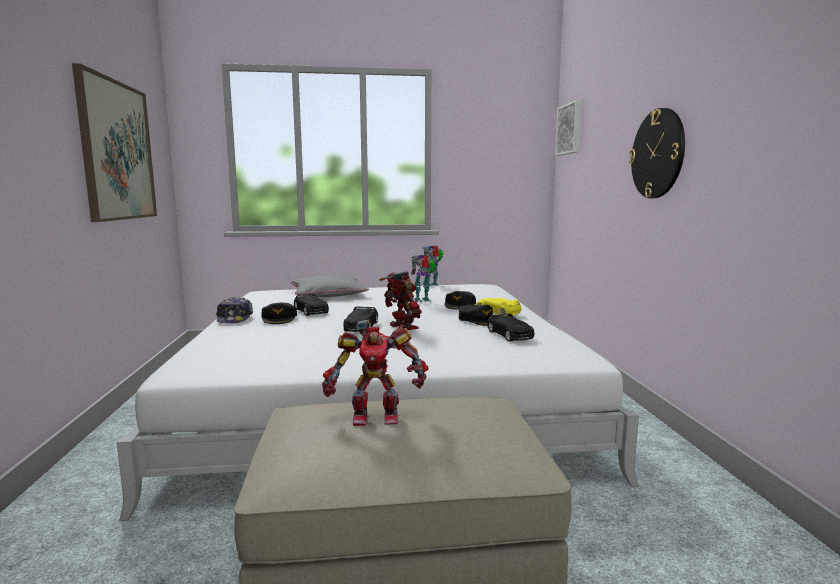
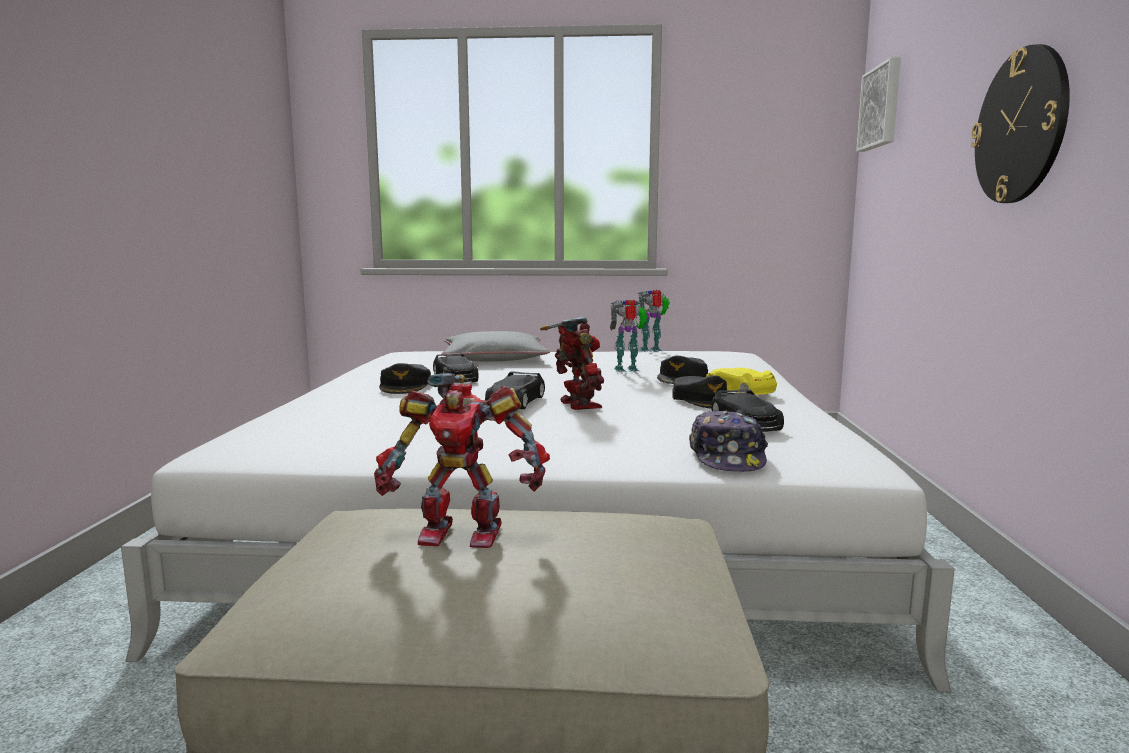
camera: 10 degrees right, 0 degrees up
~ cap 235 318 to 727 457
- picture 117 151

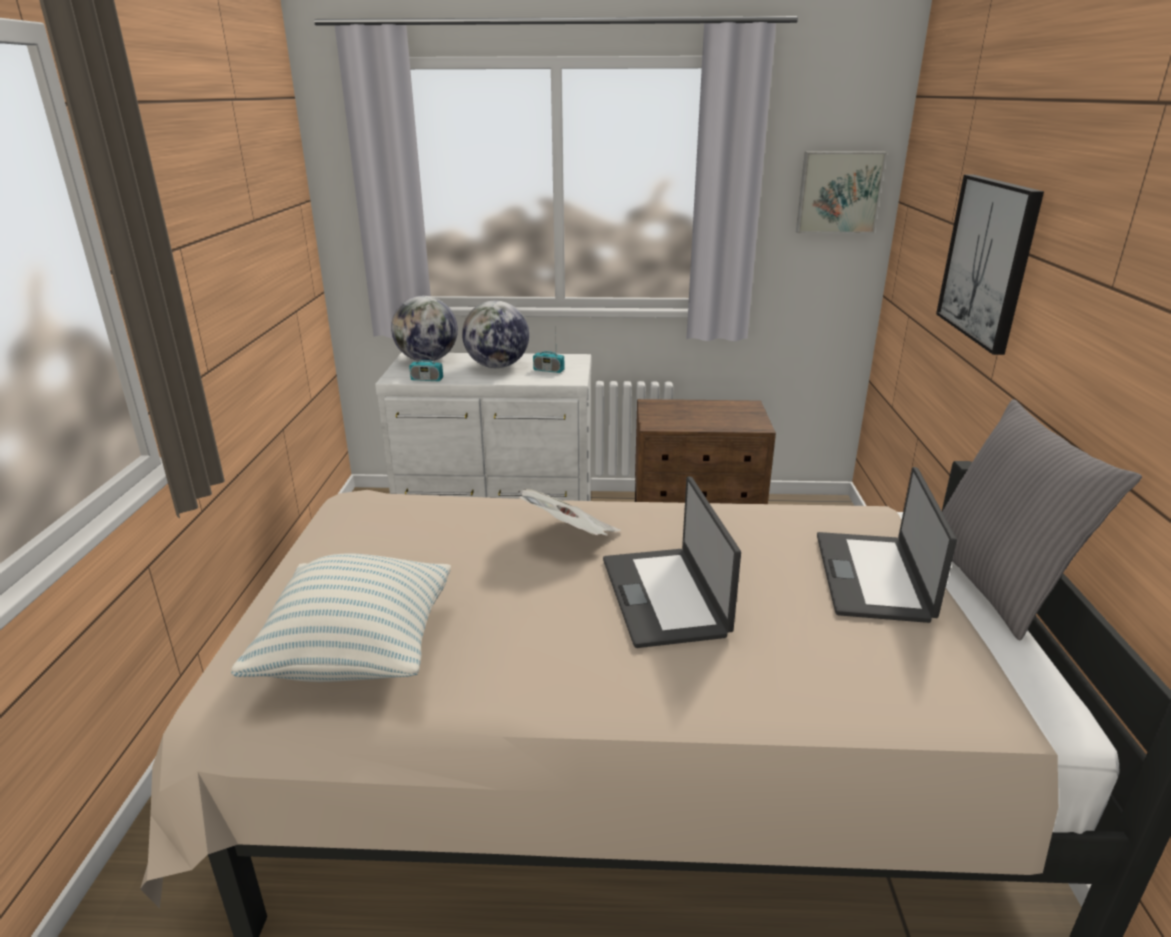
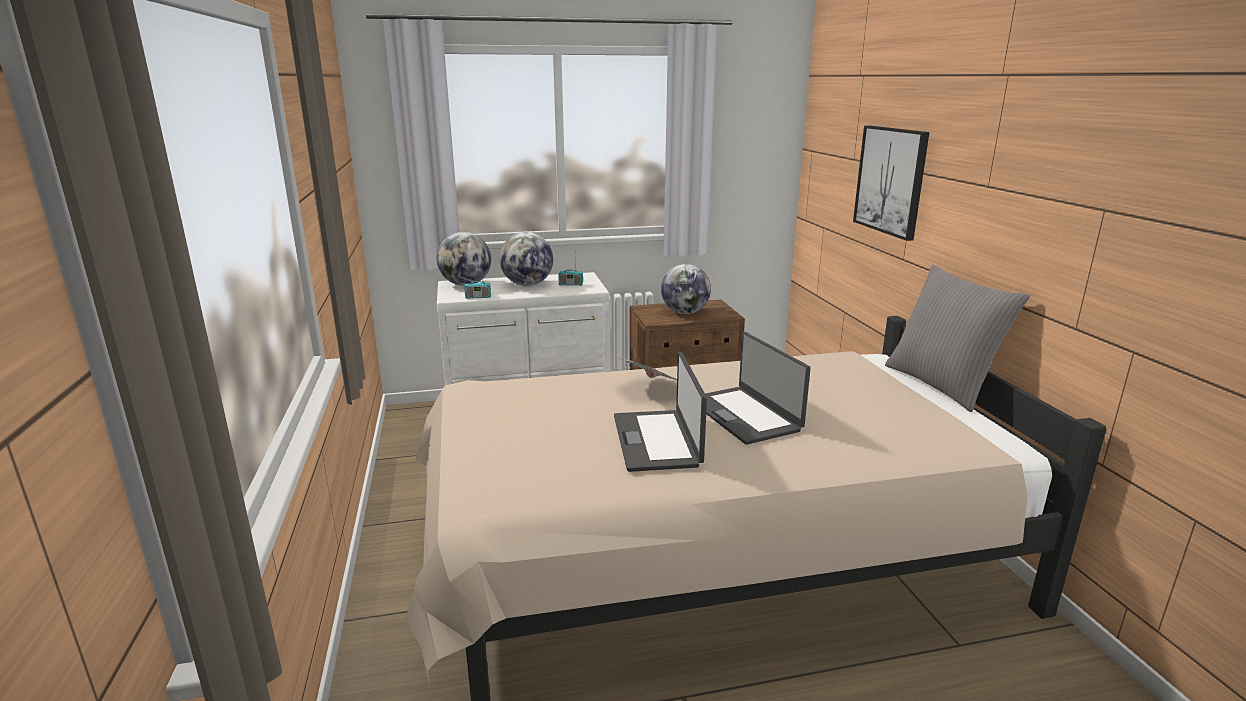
camera: 15 degrees left, 5 degrees down
~ laptop 874 576 to 657 440
+ globe 685 312
- pillow 358 654
- picture 838 192

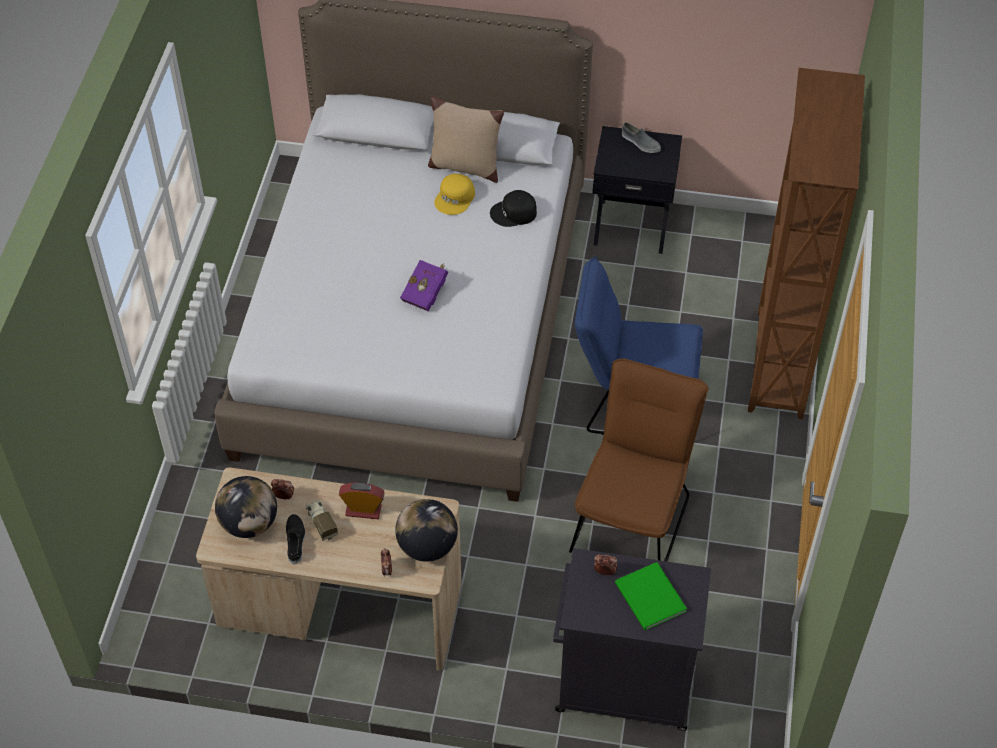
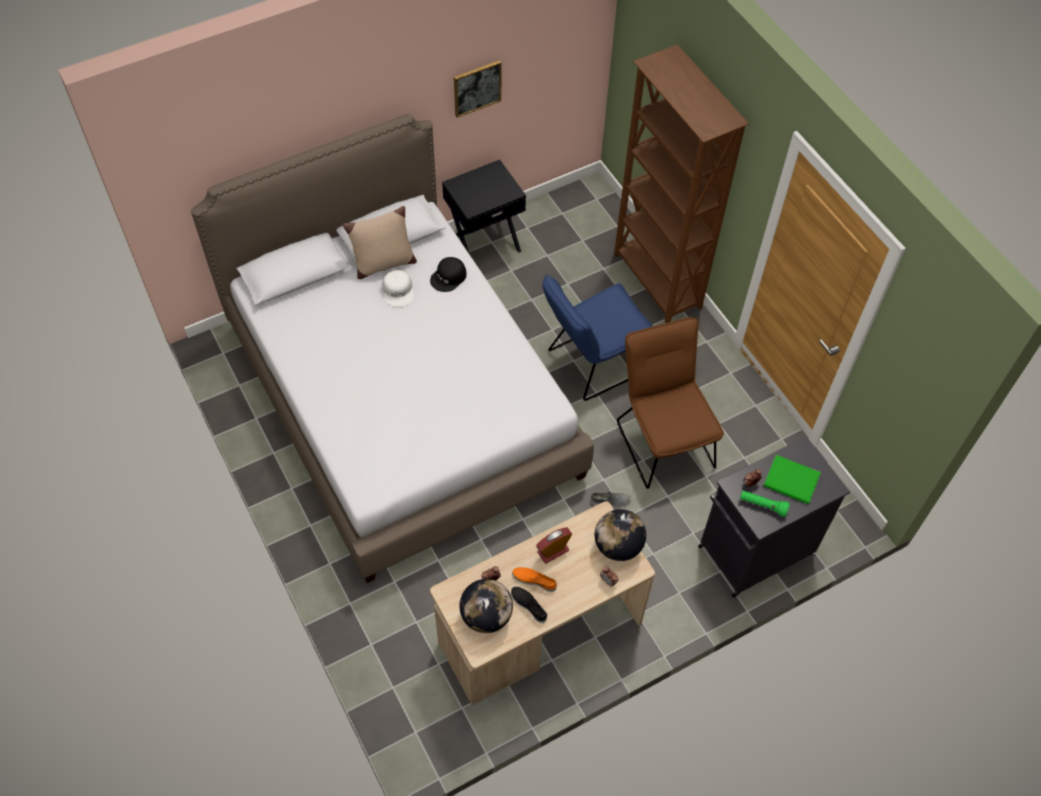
camera: 40 degrees left, 5 degrees up
~ cap (yellow) 455 198 to cap (white) 398 290
+ picture 477 88
~ toy truck 321 523 to shoe (orange) 534 580
~ shoe (grey) 640 142 to 610 501
+ flashlight (green) 763 505
- book (purple) 426 292

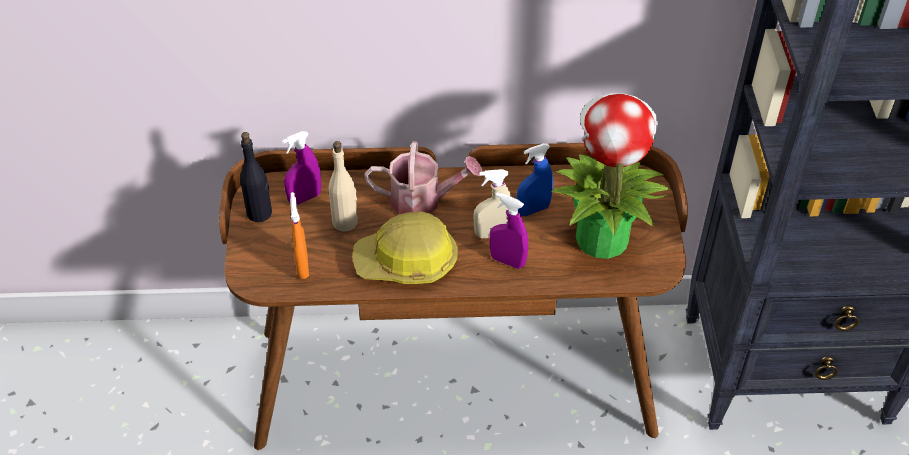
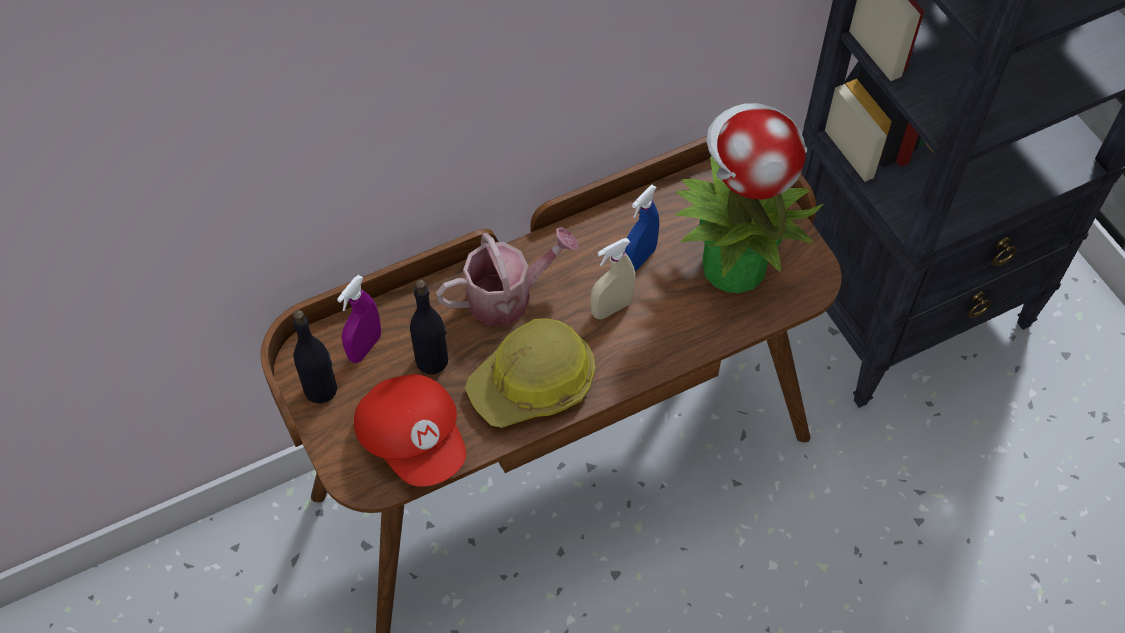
camera: 25 degrees left, 10 degrees up
~ spray bottle (orange) 302 266 to cap (red) 415 439
~ bottle (beige) 345 222 to bottle (black) 432 360
- spray bottle (purple) 507 261

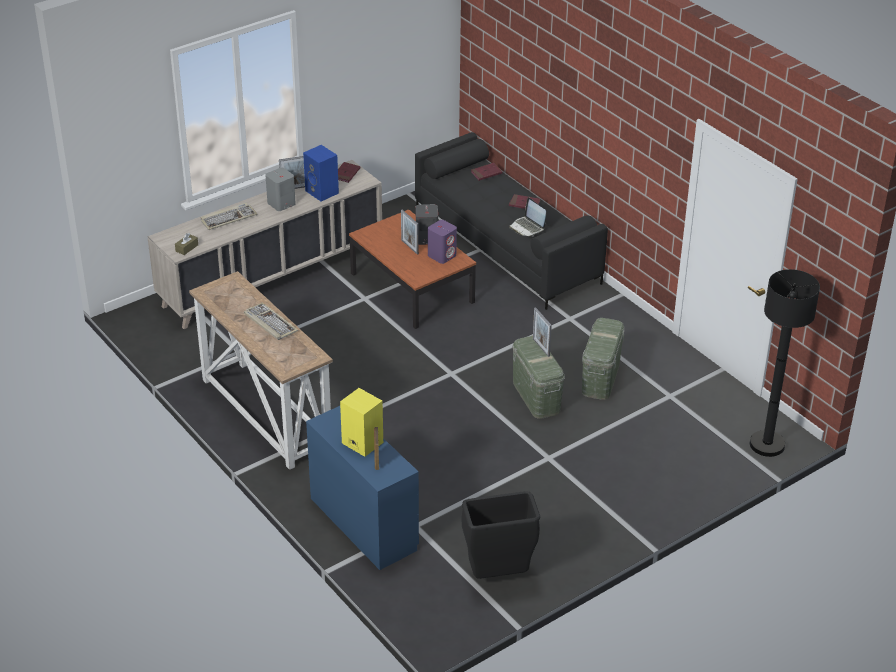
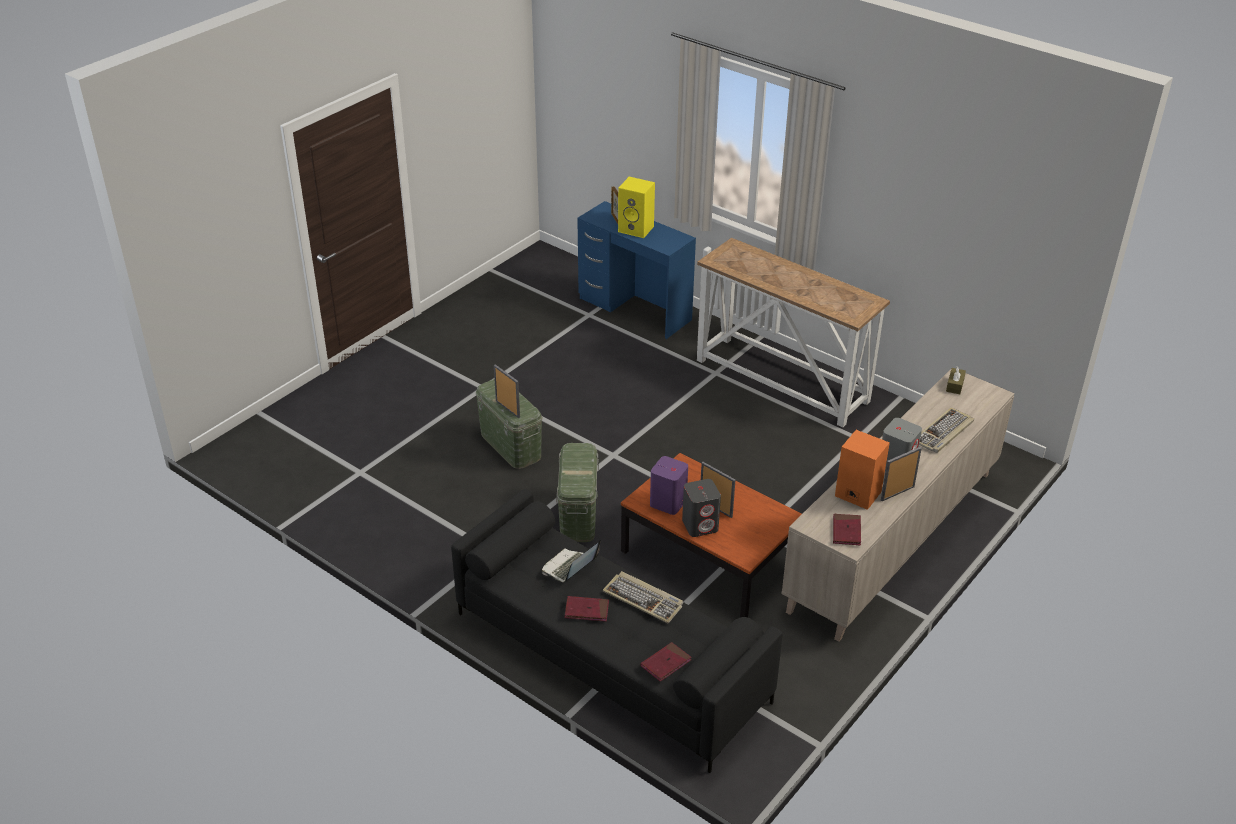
camera: 165 degrees right, 0 degrees up
~ laptop 527 227 = 569 567 90 degrees counterclockwise
~ storage box (green) 600 378 to 578 515
~ keyboard 269 323 to 644 599
~ speaker (blue) 323 192 to speaker (orange) 856 494
- trash can (black) 498 576
- floor lamp (black) 767 444

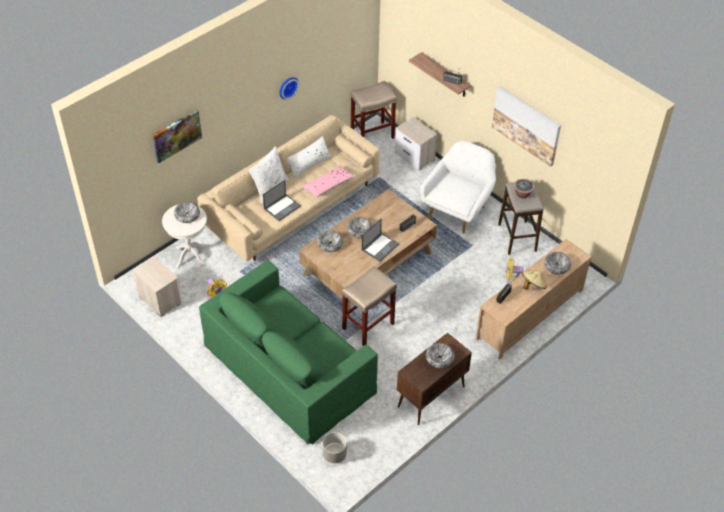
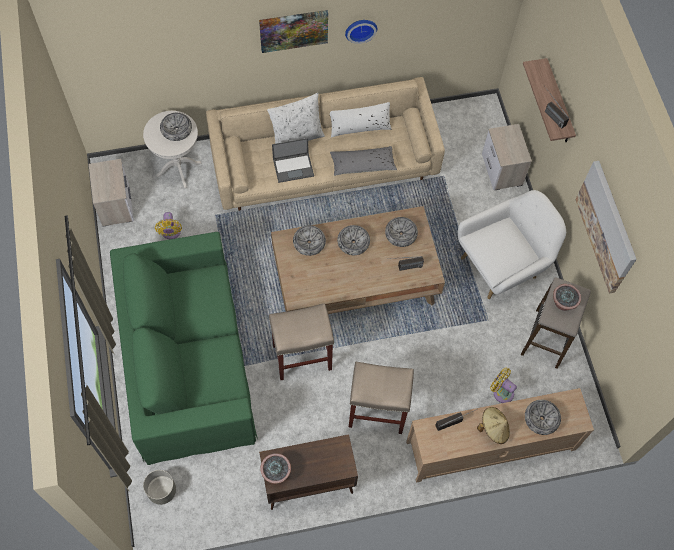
camera: 30 degrees right, 15 degrees up
~ picture 176 135 to 293 30
+ potted plant 276 472
~ pillow (pink) 328 185 to pillow (grey) 362 165
~ stool (beige) 372 135 to 376 411
~ bowl 439 358 to 400 234
- laptop 380 247

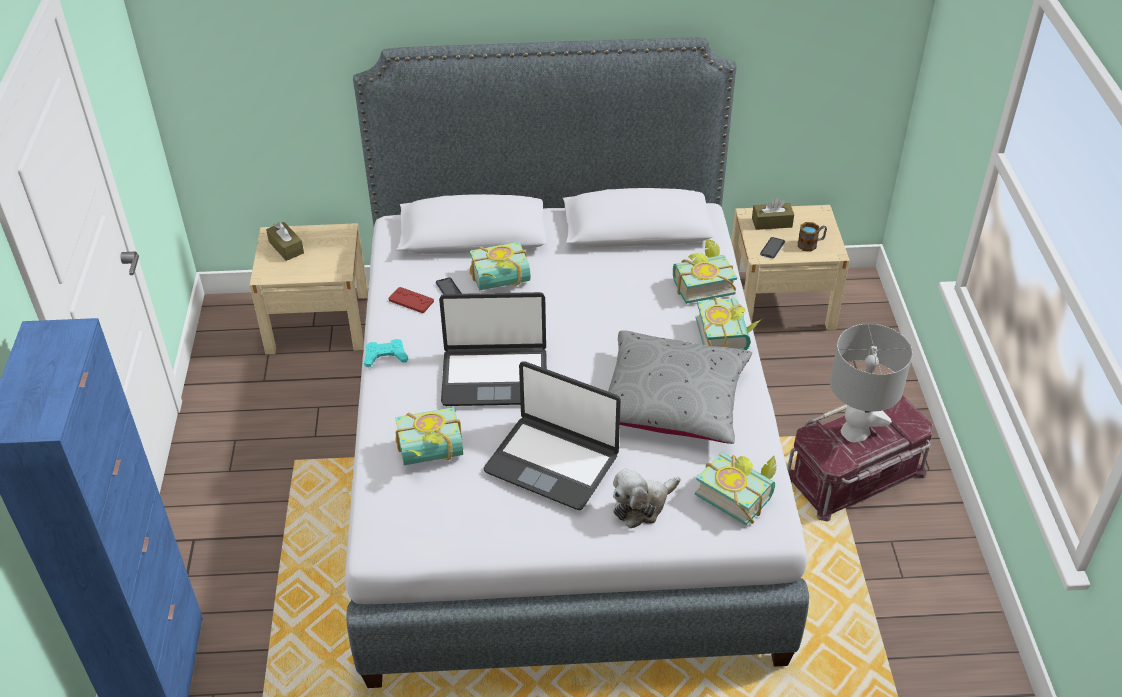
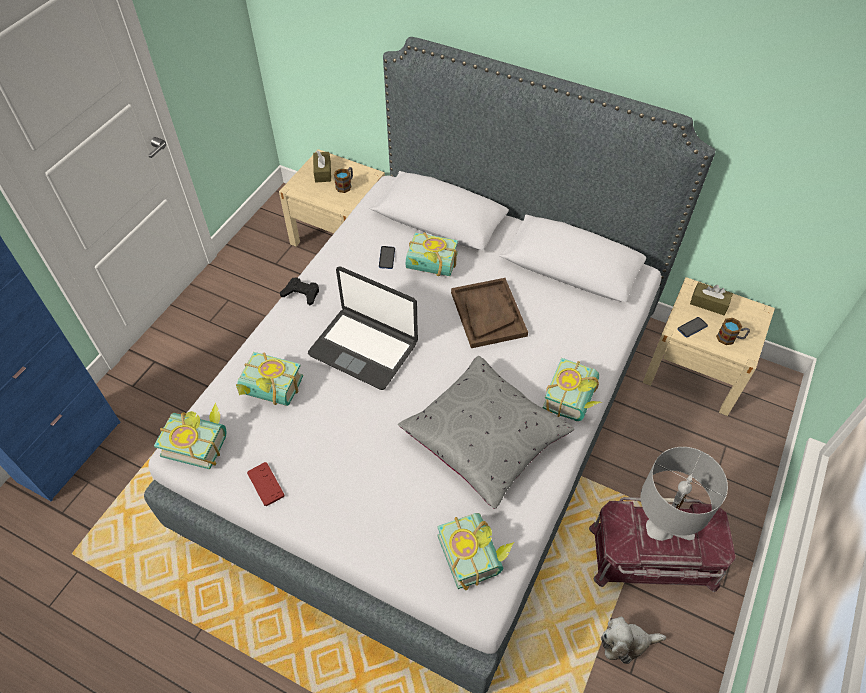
camera: 30 degrees right, 10 degrees up
~ book 701 284 to 198 441
~ game controller (red) 411 301 to 265 484
~ game controller (turquoise) 385 356 to game controller (black) 301 293
+ mug 345 185
+ tray (brown) 488 314
~ plush toy 642 505 to 626 642
- laptop 552 462

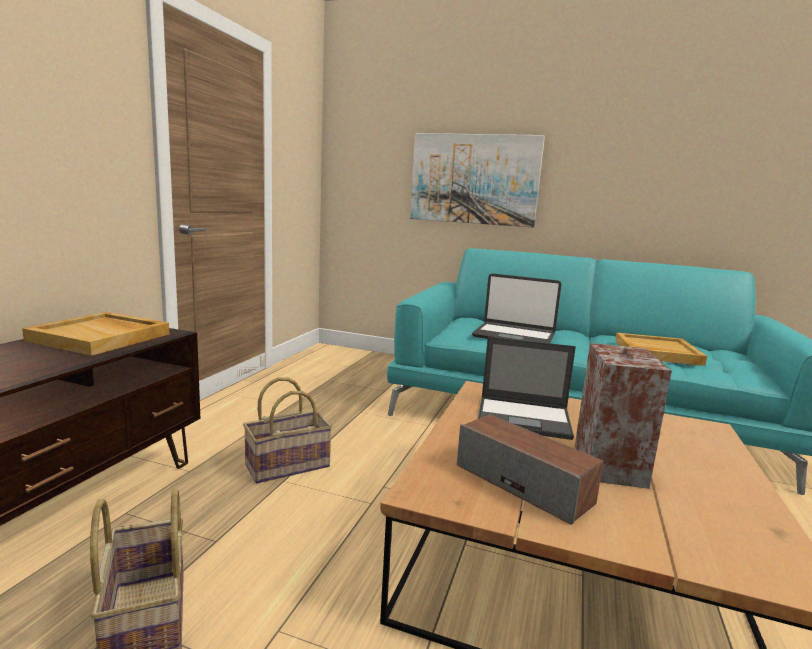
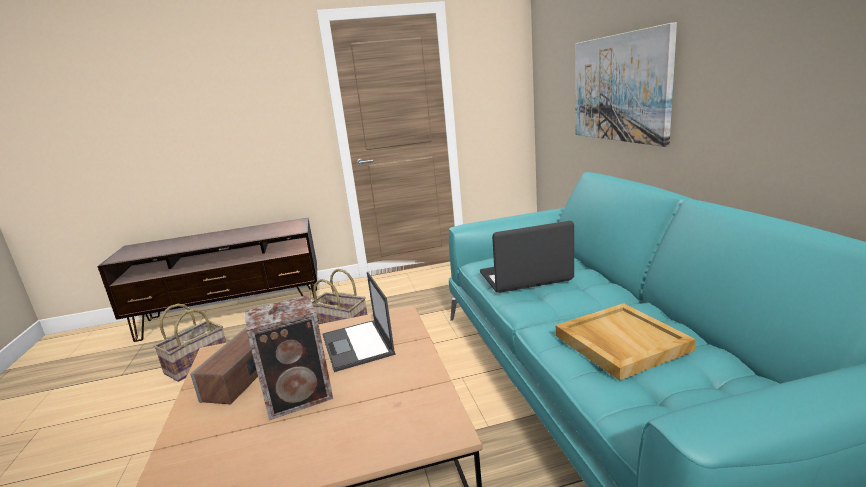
camera: 60 degrees right, 5 degrees up
~ laptop 514 336 = 525 277 90 degrees clockwise
- tray (beige) 101 337

